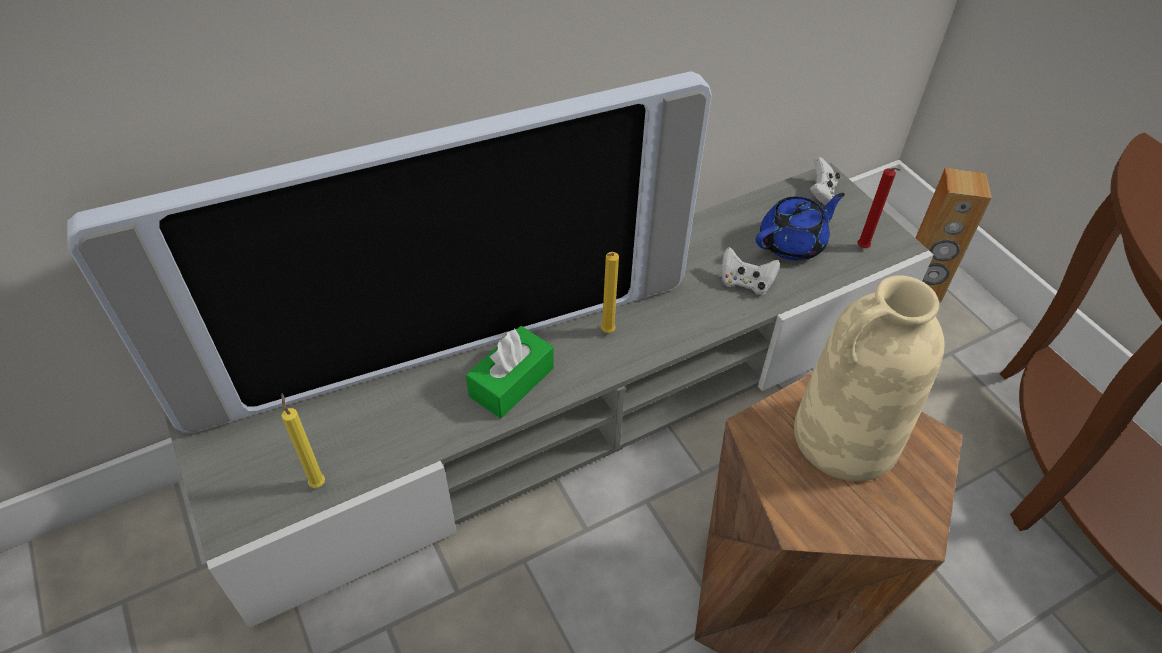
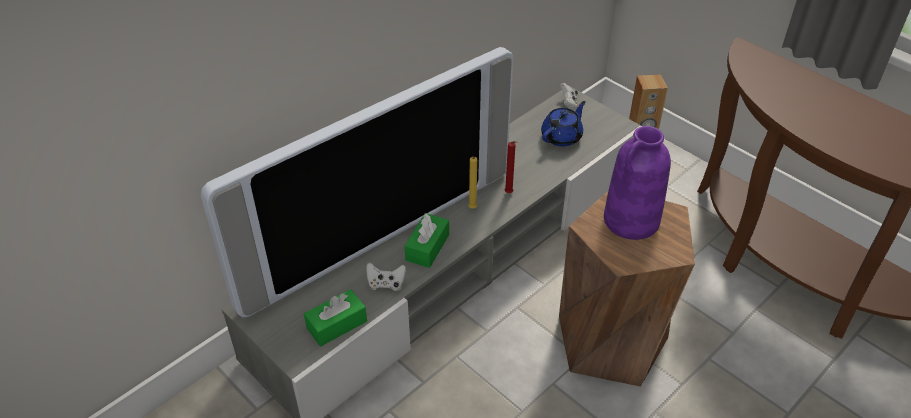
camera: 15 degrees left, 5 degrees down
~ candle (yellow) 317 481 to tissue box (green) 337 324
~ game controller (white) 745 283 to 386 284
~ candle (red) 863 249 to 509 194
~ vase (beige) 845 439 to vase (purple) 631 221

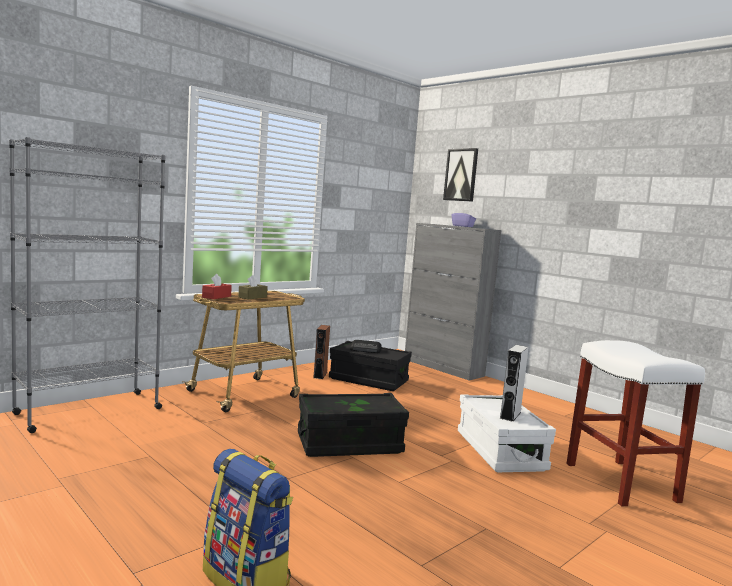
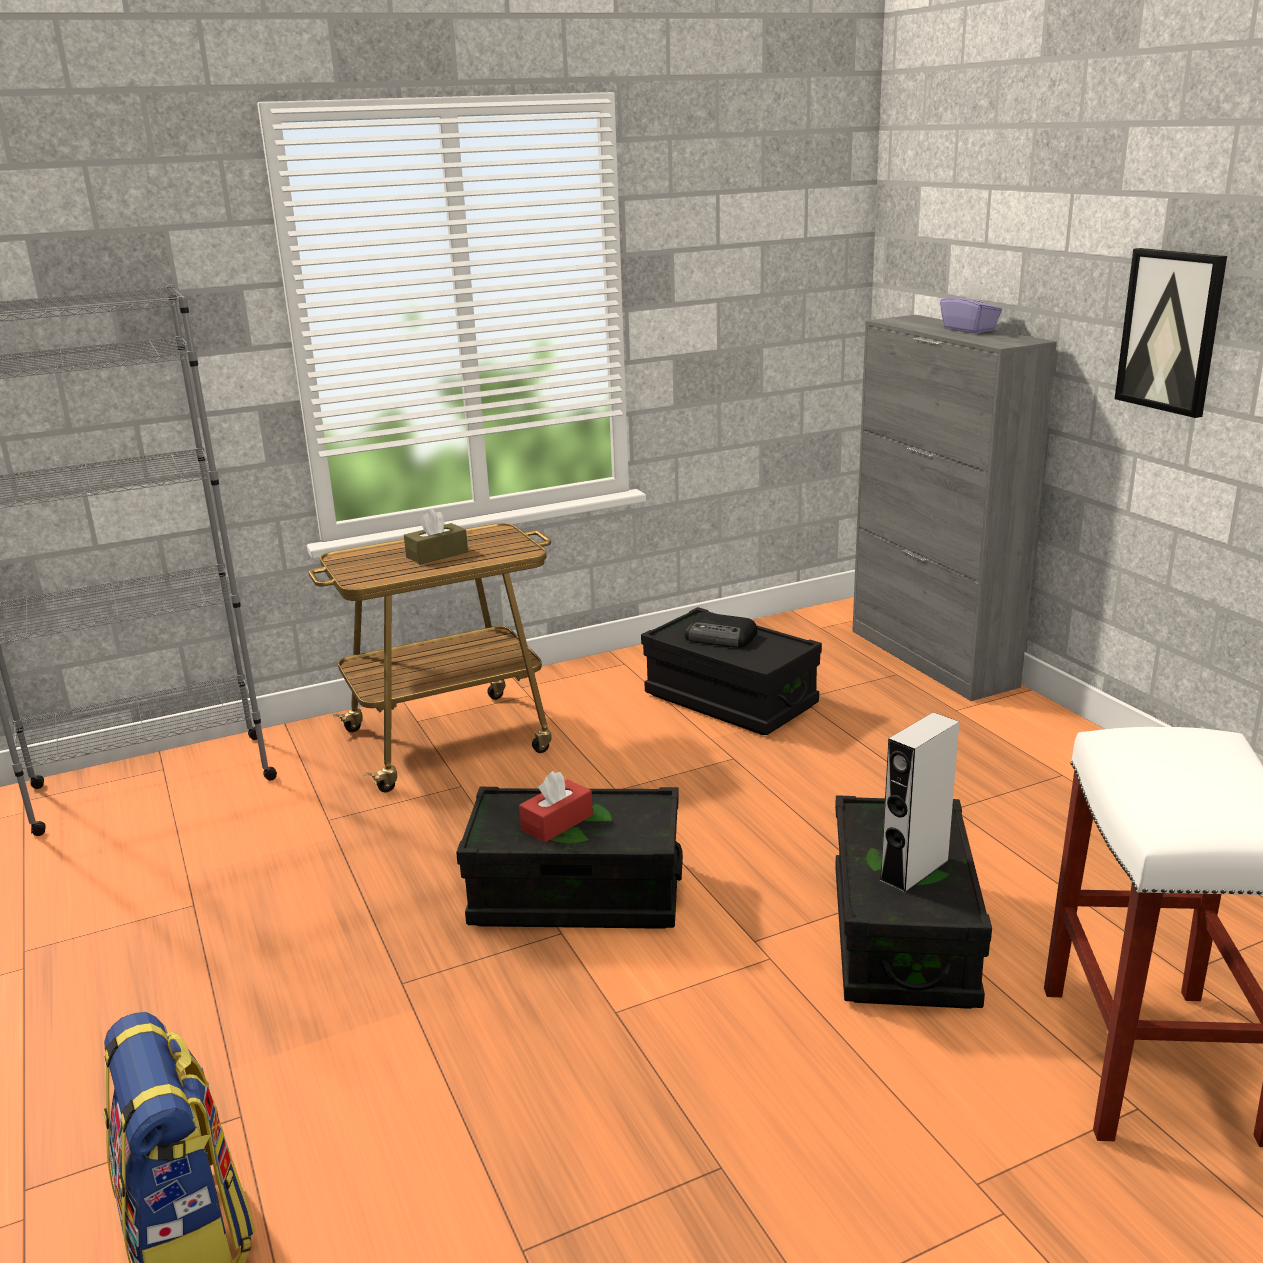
camera: 20 degrees right, 15 degrees up
~ tissue box (red) 216 297 to 557 822
~ storage box (white) 500 451 to storage box (black) 902 936
~ picture 461 175 to 1170 331
- speaker (brown) 320 375

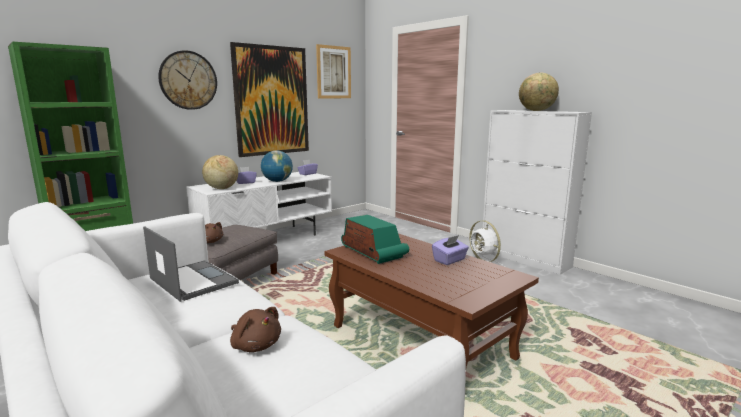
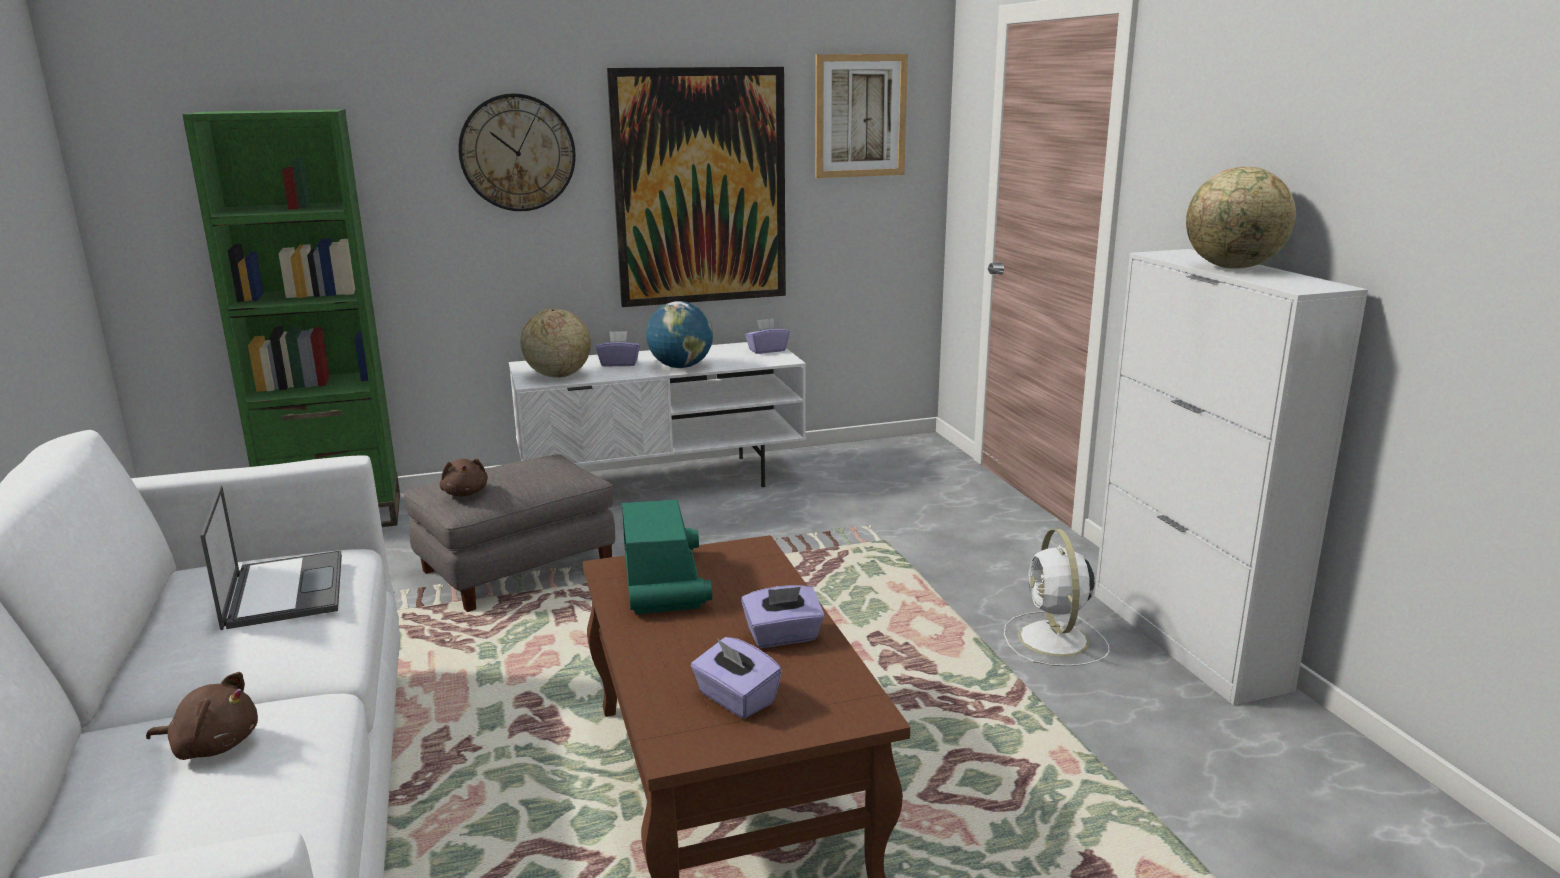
camera: 25 degrees right, 5 degrees up
~ plush toy (brown) 255 345 = 213 745 60 degrees counterclockwise
+ tissue box (purple) 735 699

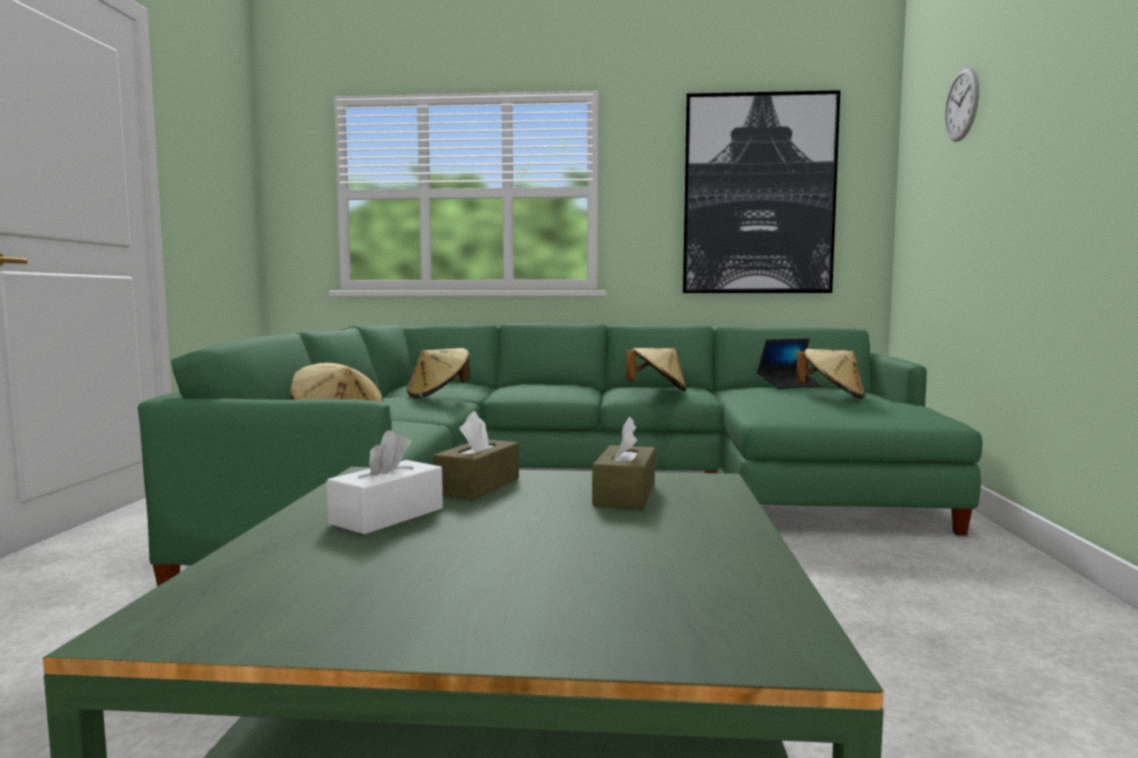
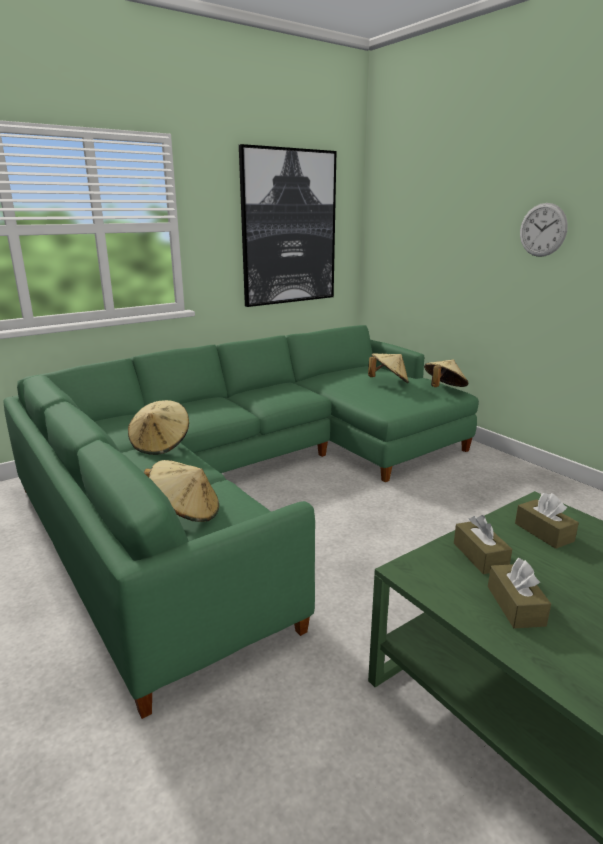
camera: 40 degrees left, 15 degrees up
~ hat (beige) 657 391 to 444 389
~ tissue box (white) 387 516 to tissue box (brown) 515 605
~ wall clock 962 105 to 543 230
- laptop 789 385

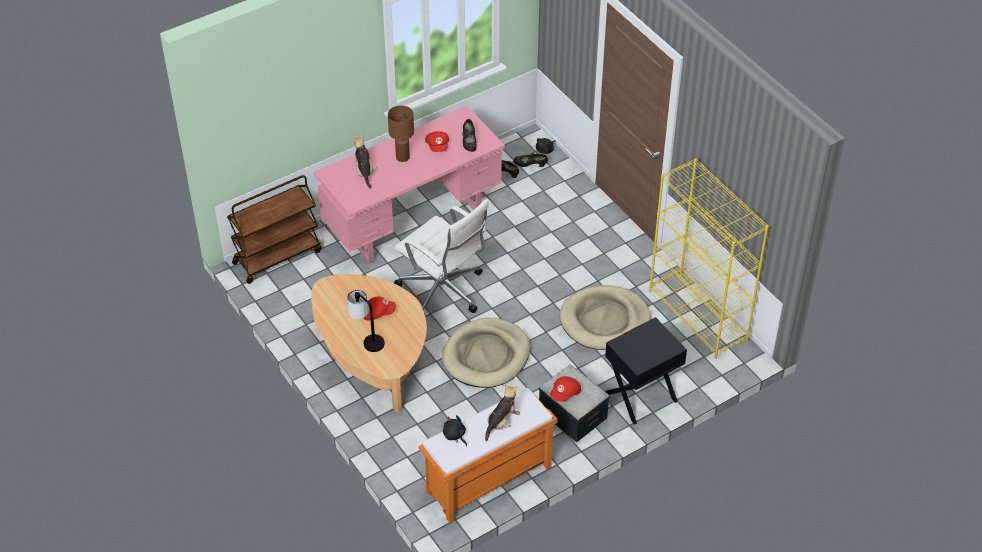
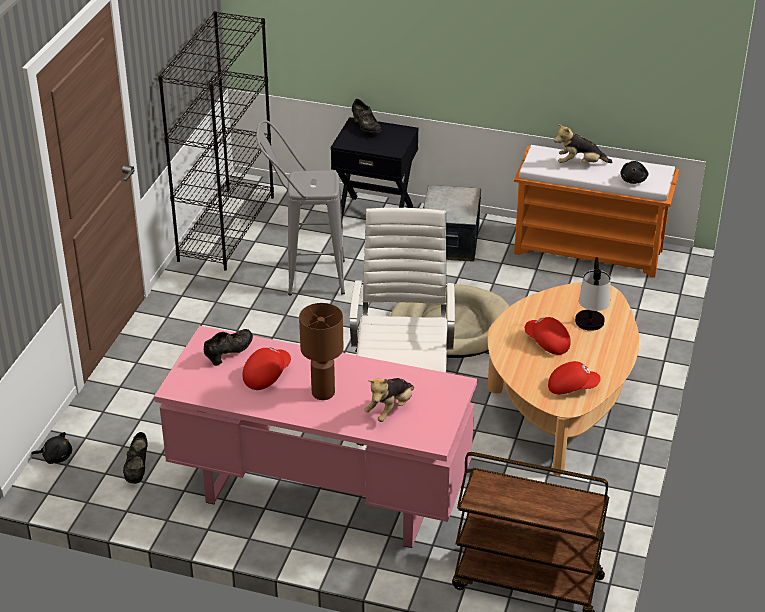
camera: 130 degrees left, 10 degrees down
~ bookcase (yellow) 698 316 to bookcase (black) 226 228
~ dog bed (beige) 604 321 to stool (grey) 304 278
~ shoe (black) 530 165 to 366 128
~ cap (red) 565 393 to 572 387

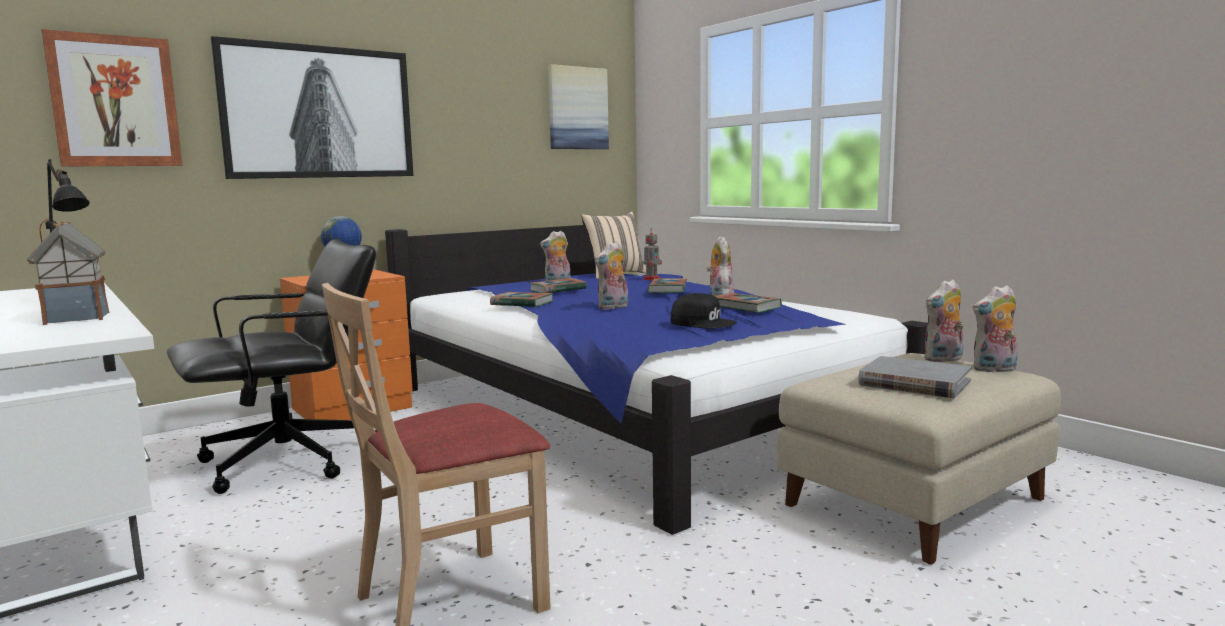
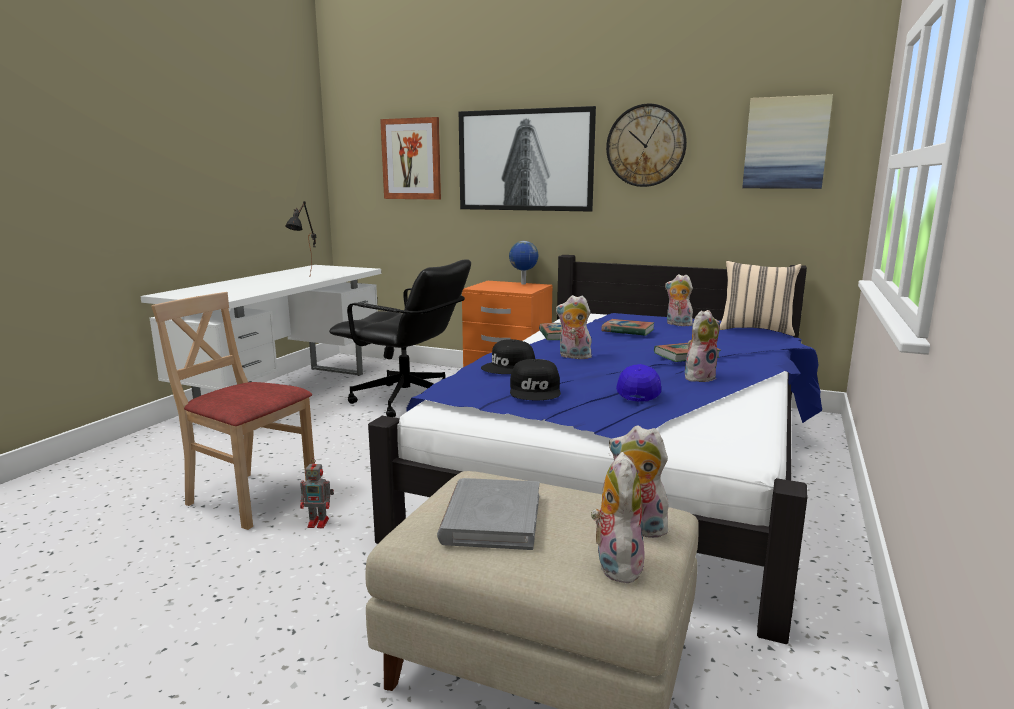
camera: 60 degrees right, 5 degrees up
~ toy robot 652 279 to 319 523
+ cap (black) 509 366
~ plush toy 994 370 = 615 564 45 degrees clockwise
+ wall clock 646 146
~ book 746 307 to cap (blue) 638 392
- toy house 76 318

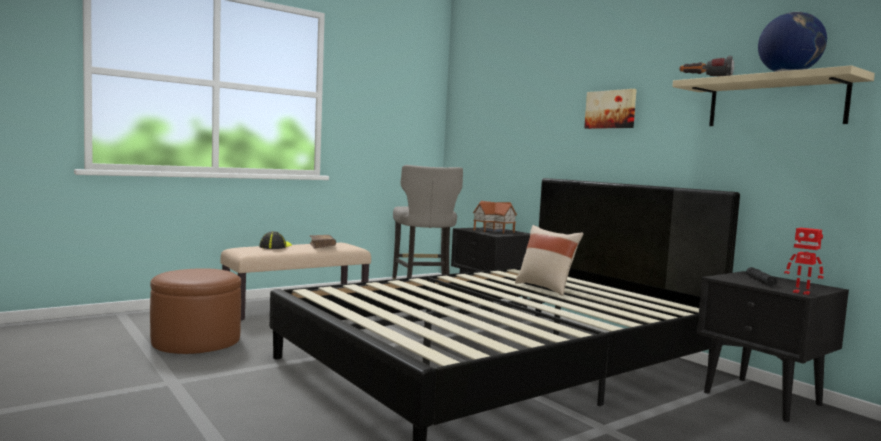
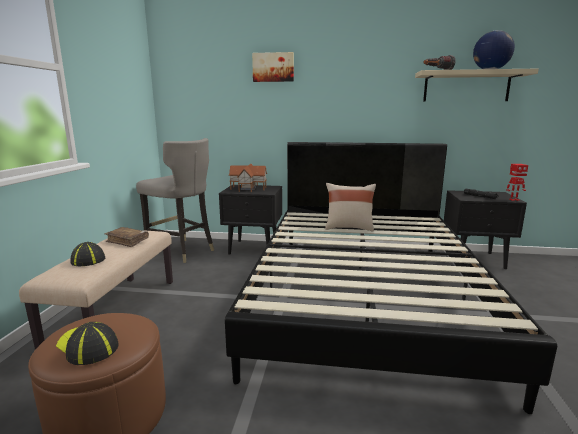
camera: 45 degrees left, 10 degrees up
+ cap 87 347
~ picture 611 109 to 273 67

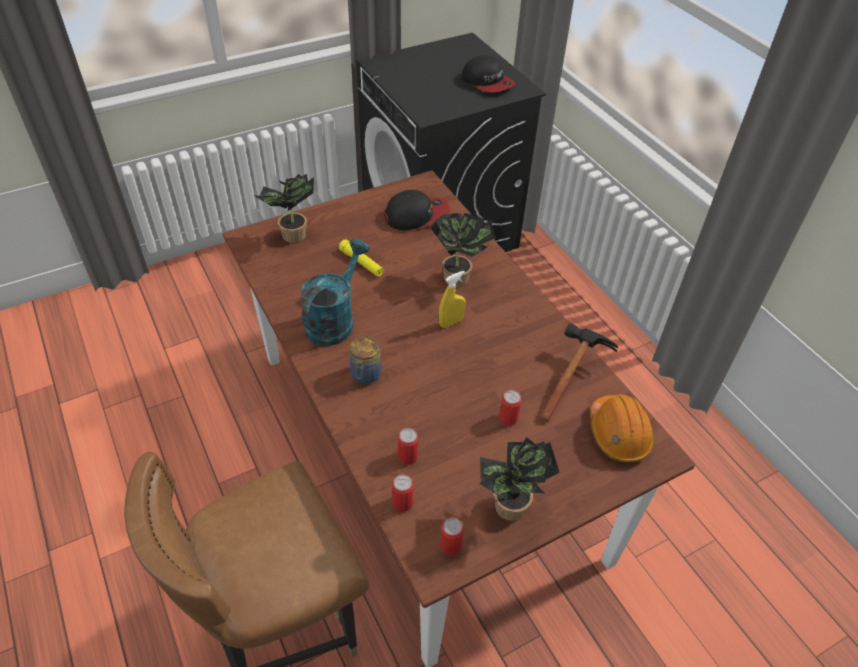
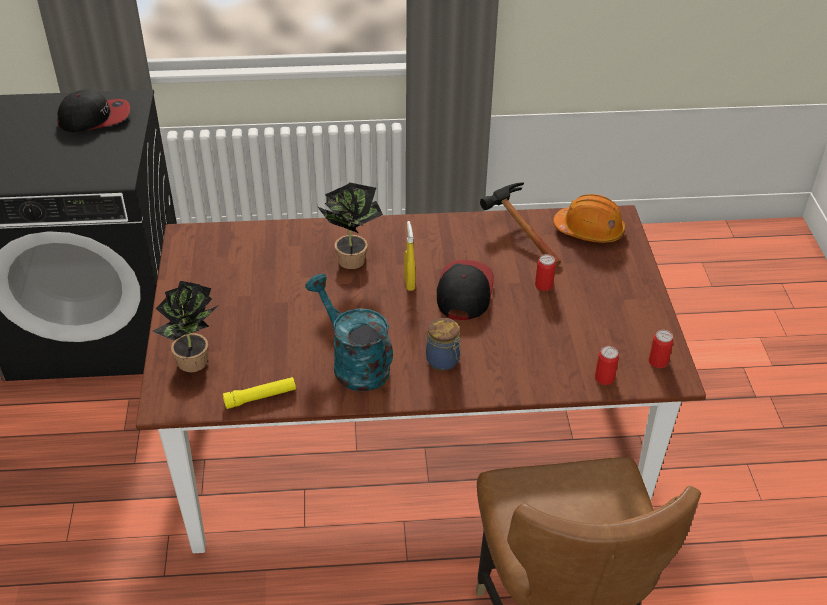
camera: 65 degrees left, 5 degrees down
~ flashlight (yellow) 361 263 to 260 397
~ cap 417 215 to 464 292
- can 407 456
- potted plant 509 511

